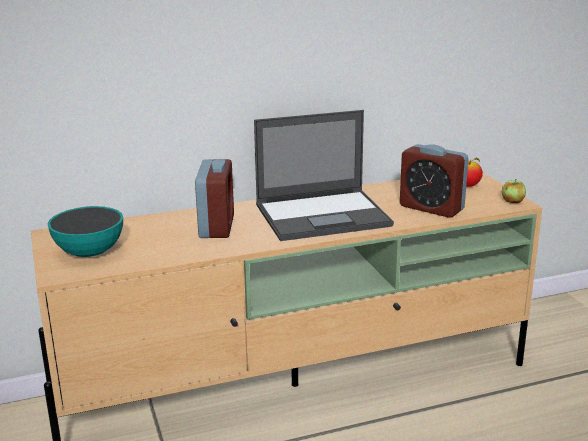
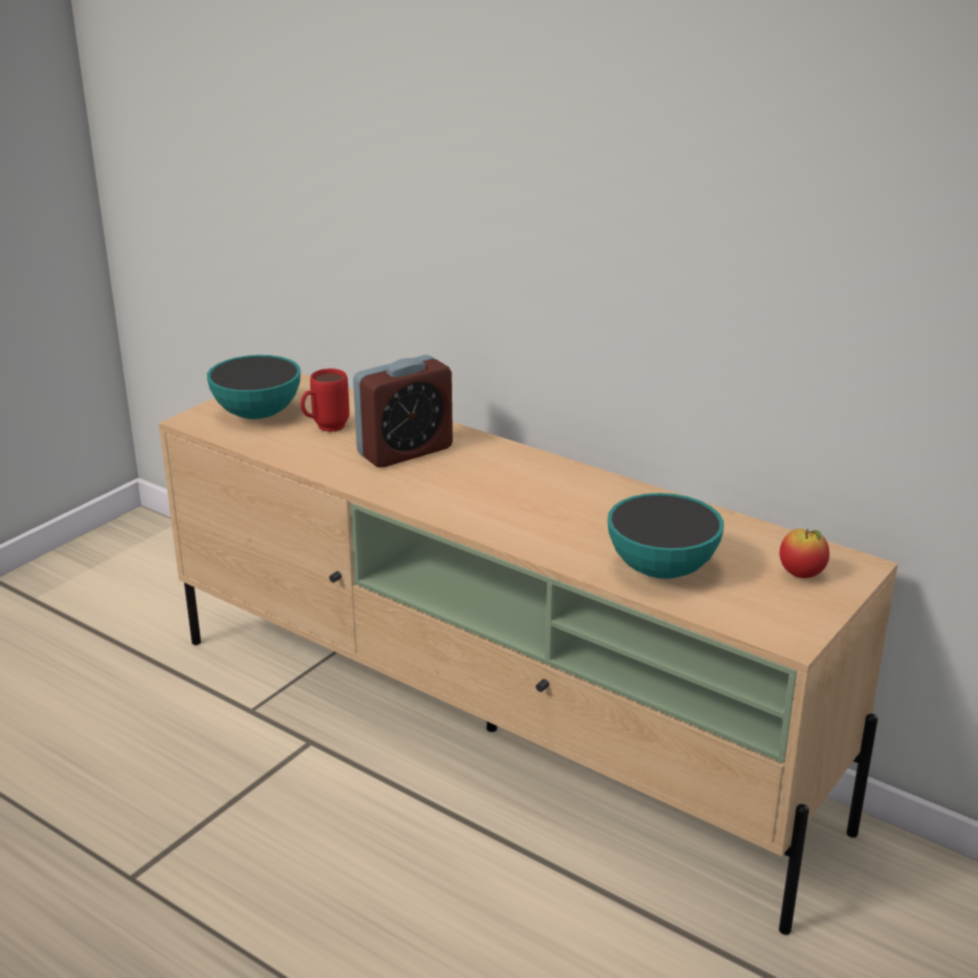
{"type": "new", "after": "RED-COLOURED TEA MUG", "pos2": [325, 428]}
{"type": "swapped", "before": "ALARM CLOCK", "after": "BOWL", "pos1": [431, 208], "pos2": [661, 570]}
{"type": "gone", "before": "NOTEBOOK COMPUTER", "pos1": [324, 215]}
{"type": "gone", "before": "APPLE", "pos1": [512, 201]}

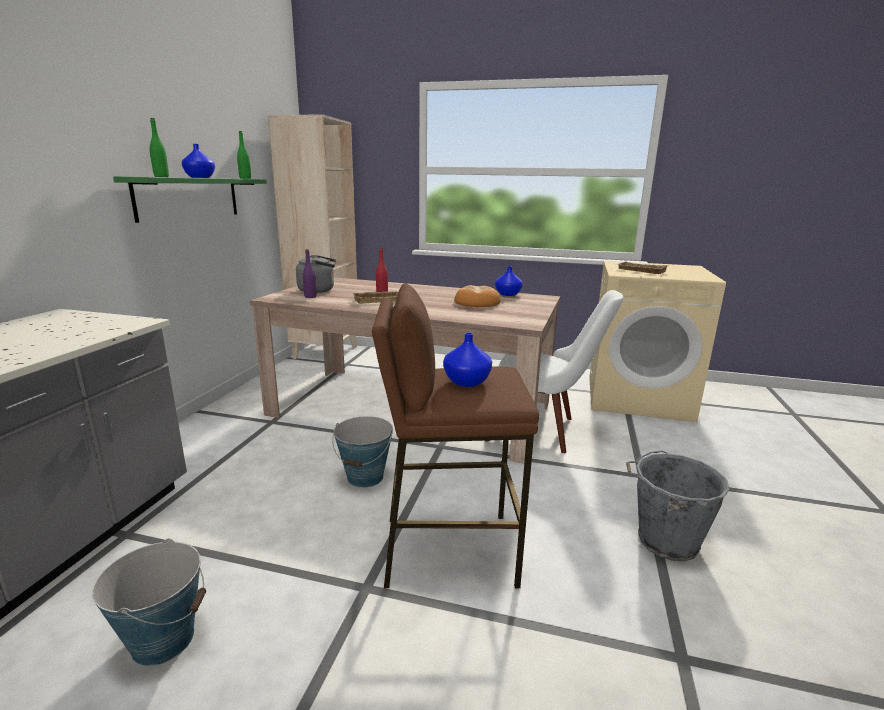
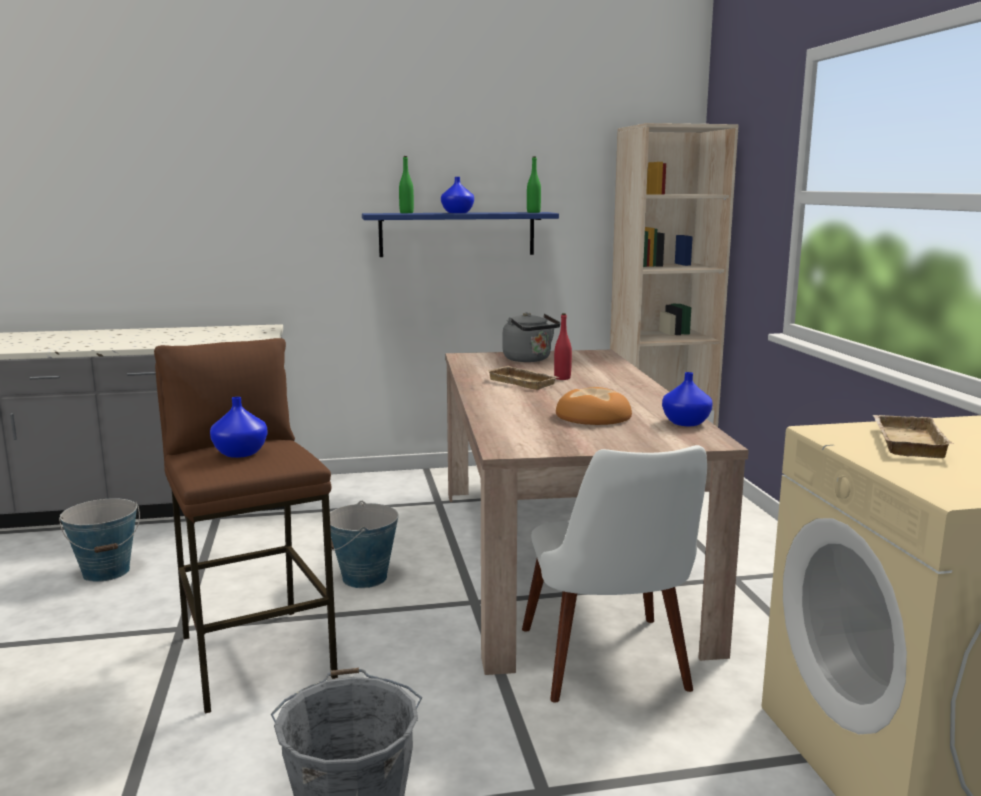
{"type": "repainted", "before": "GREENISH WALL SHELF", "after": "BLUE-COLOURED WALL SHELF", "pos1": [189, 198], "pos2": [457, 234]}
{"type": "gone", "before": "PURPLISH DRINK BOTTLE", "pos1": [310, 297]}

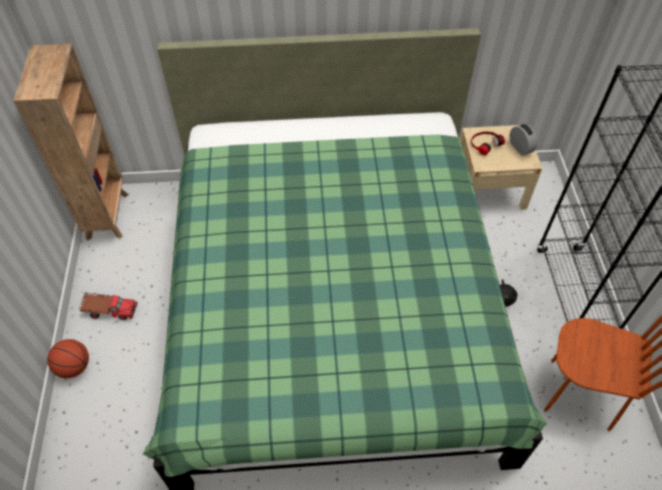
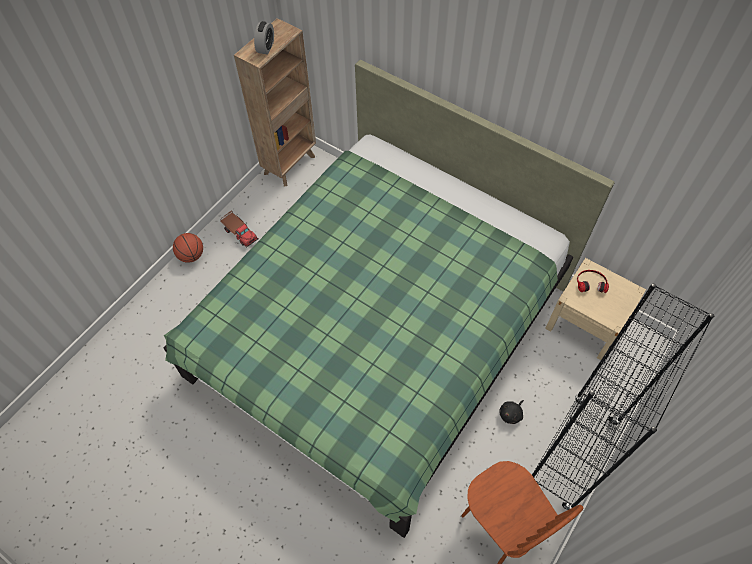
{"type": "shifted", "before": "ALARM CLOCK", "pos1": [520, 148], "pos2": [266, 47]}

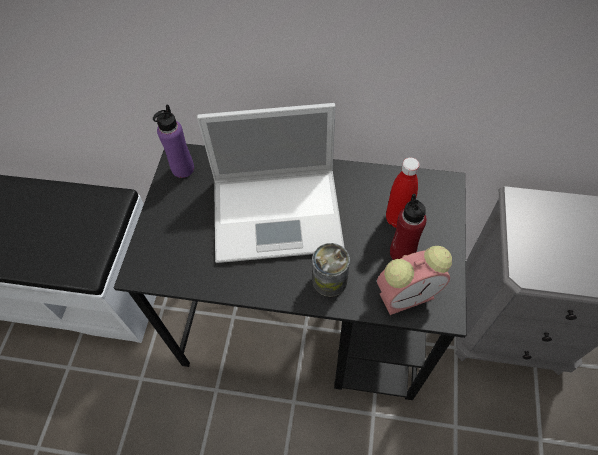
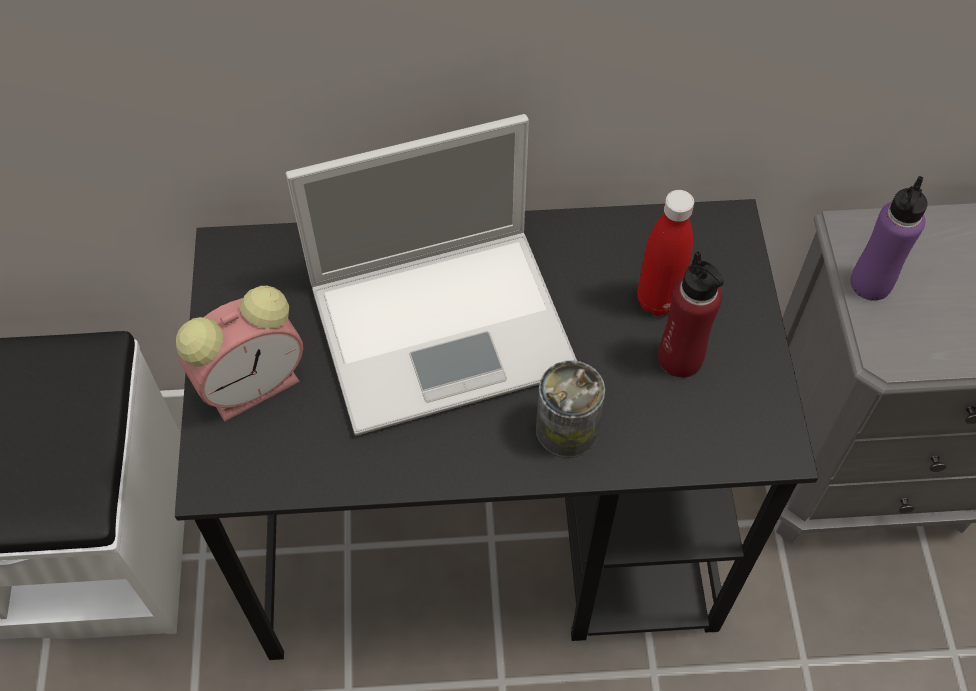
{"type": "shifted", "before": "ALARM CLOCK", "pos1": [408, 294], "pos2": [255, 382]}
{"type": "shifted", "before": "PURPLISH DRINK BOTTLE", "pos1": [183, 169], "pos2": [870, 283]}

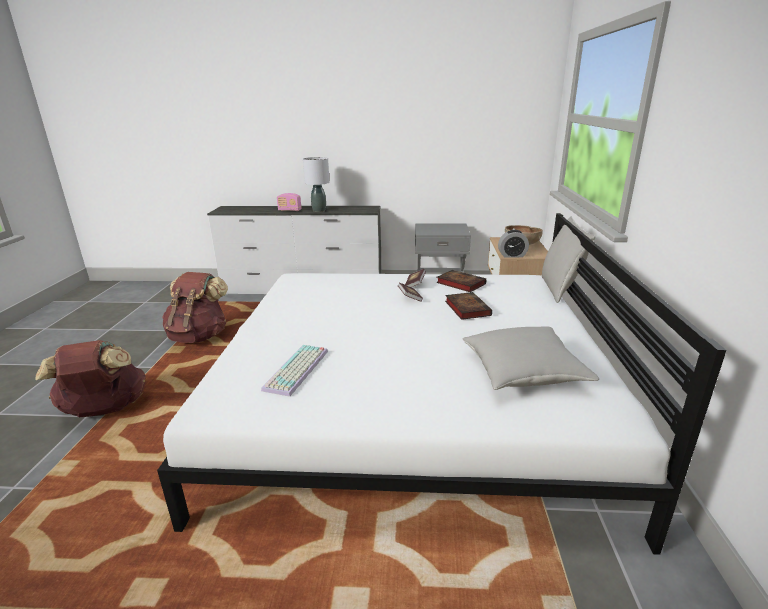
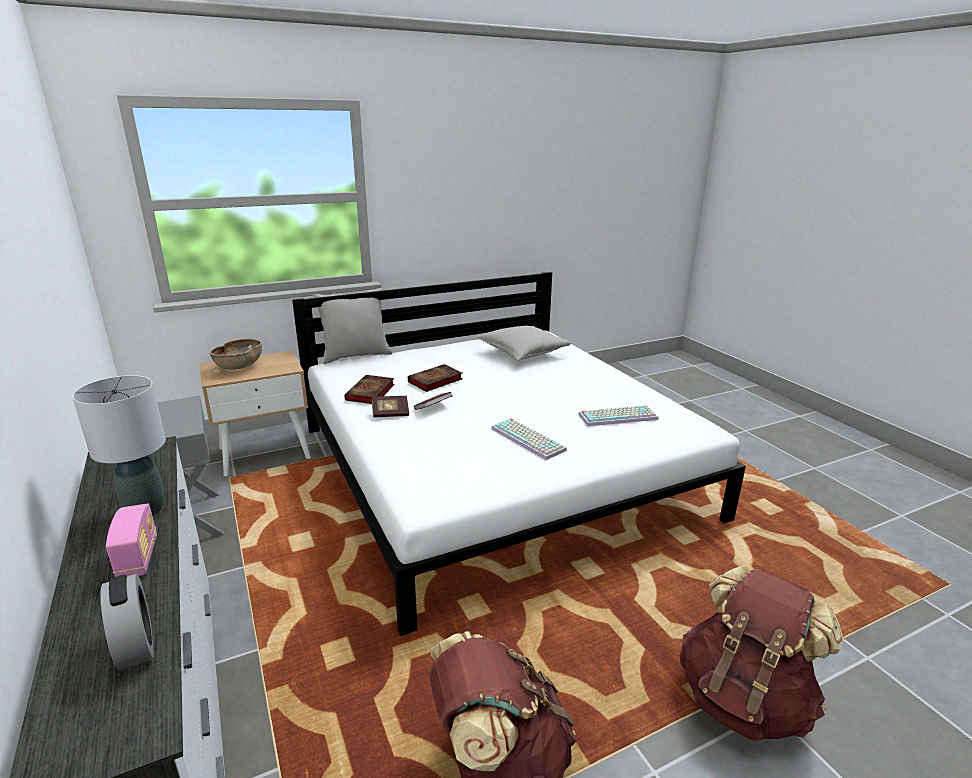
{"type": "shifted", "before": "ALARM CLOCK", "pos1": [512, 255], "pos2": [136, 645]}
{"type": "new", "after": "COMPUTER KEYBOARD", "pos2": [529, 439]}

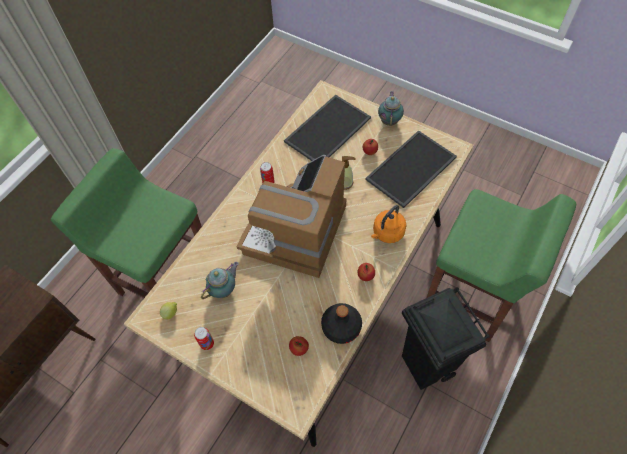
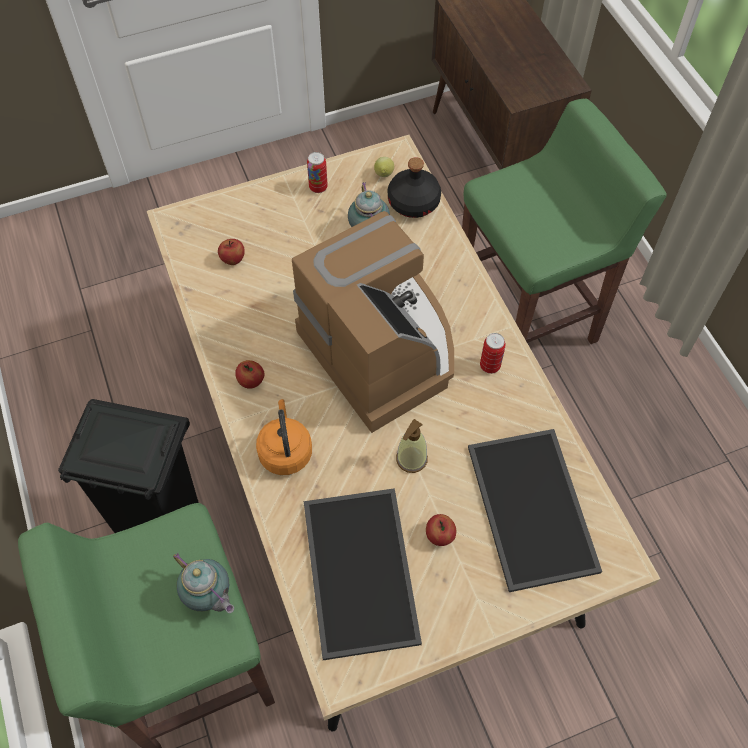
{"type": "shifted", "before": "TEAPOT", "pos1": [389, 120], "pos2": [209, 596]}
{"type": "shifted", "before": "BLACKISH DRINK BOTTLE", "pos1": [341, 326], "pos2": [414, 202]}

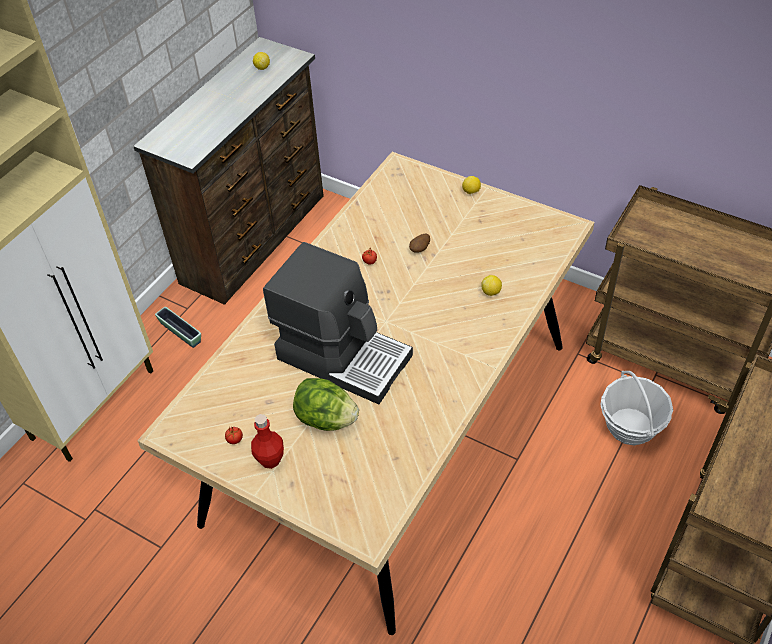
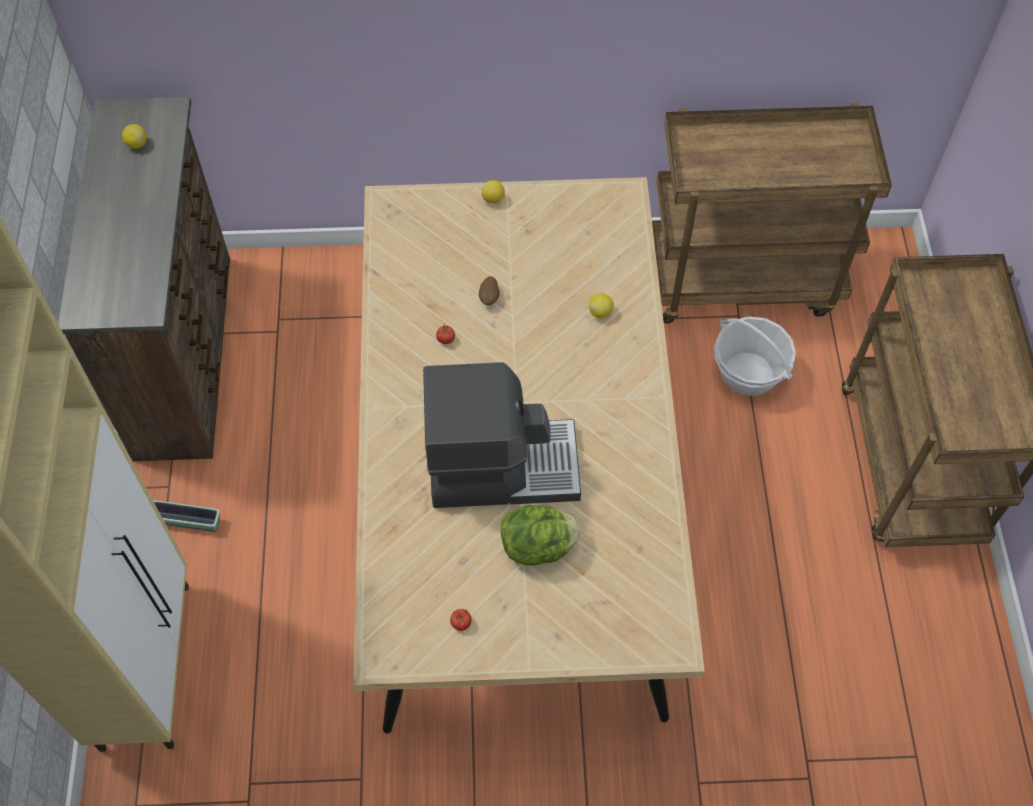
{"type": "gone", "before": "RED-COLOURED DRINK BOTTLE", "pos1": [270, 460]}

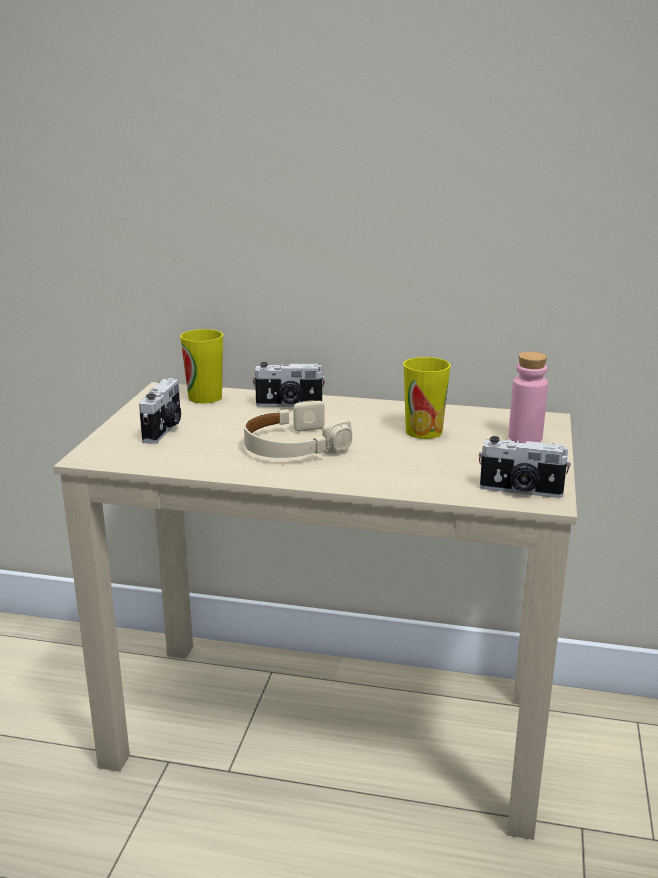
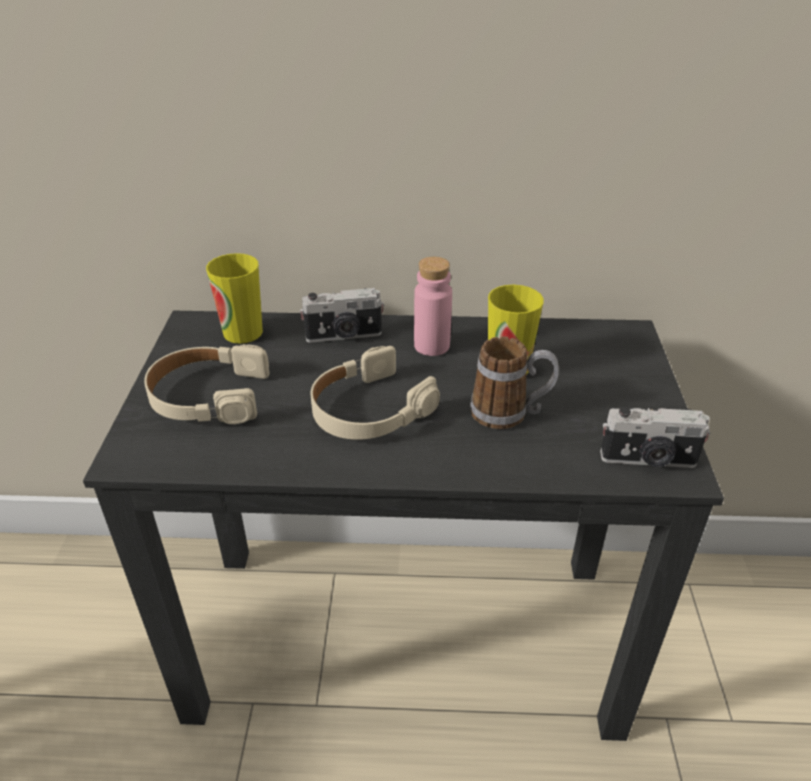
{"type": "repainted", "before": "BEIGE DESK", "after": "BLACKISH DESK", "pos1": [330, 728], "pos2": [407, 635]}
{"type": "swapped", "before": "STILL CAMERA", "after": "BEIGE PAIR OF HEADPHONES", "pos1": [164, 430], "pos2": [208, 396]}
{"type": "shifted", "before": "PINK DRINK BOTTLE", "pos1": [525, 438], "pos2": [431, 346]}
{"type": "new", "after": "TEA MUG", "pos2": [510, 413]}

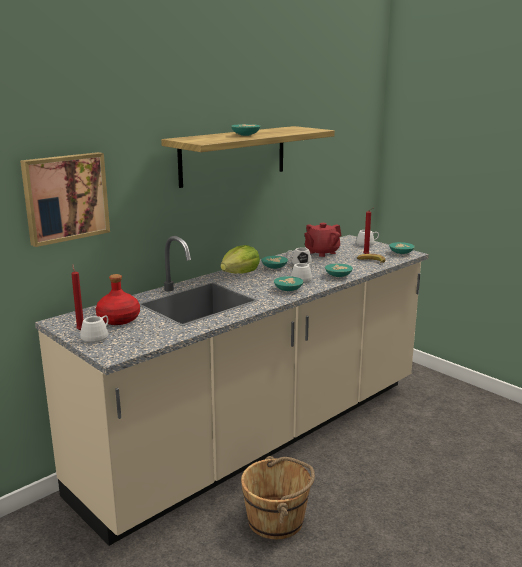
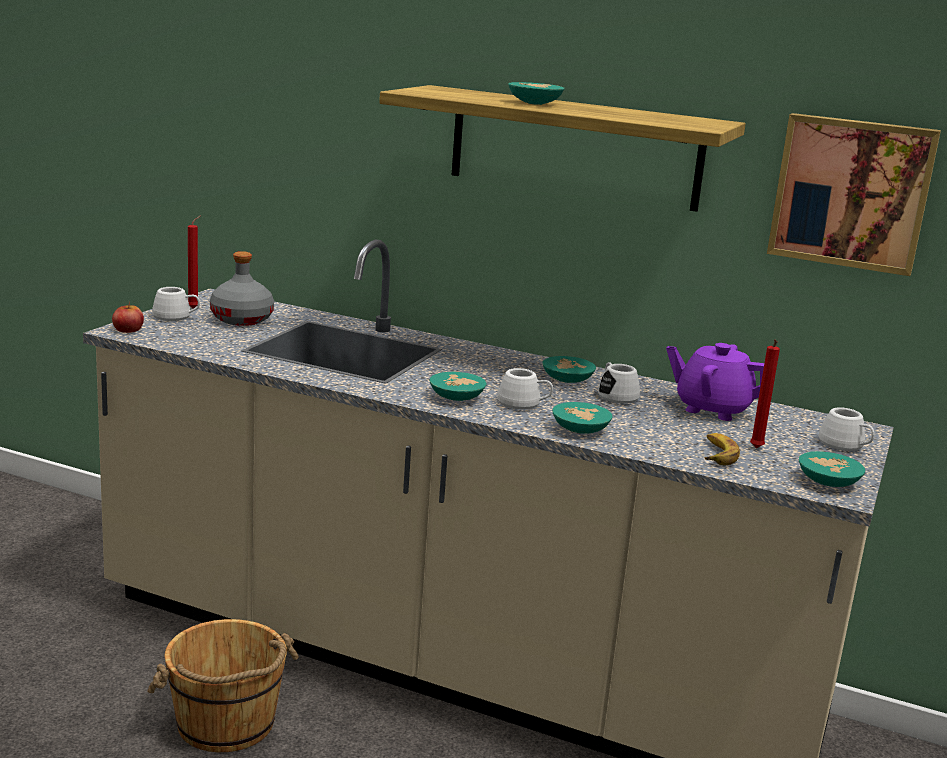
{"type": "new", "after": "APPLE", "pos2": [128, 329]}
{"type": "repainted", "before": "RED-COLOURED DRINK BOTTLE", "after": "GREYISH DRINK BOTTLE", "pos1": [118, 319], "pos2": [242, 319]}
{"type": "repainted", "before": "RED-COLOURED TEAPOT", "after": "PURPLISH TEAPOT", "pos1": [321, 252], "pos2": [712, 409]}
{"type": "shifted", "before": "PICTURE", "pos1": [65, 197], "pos2": [851, 192]}
{"type": "gone", "before": "HEAD OF LETTUCE", "pos1": [240, 273]}

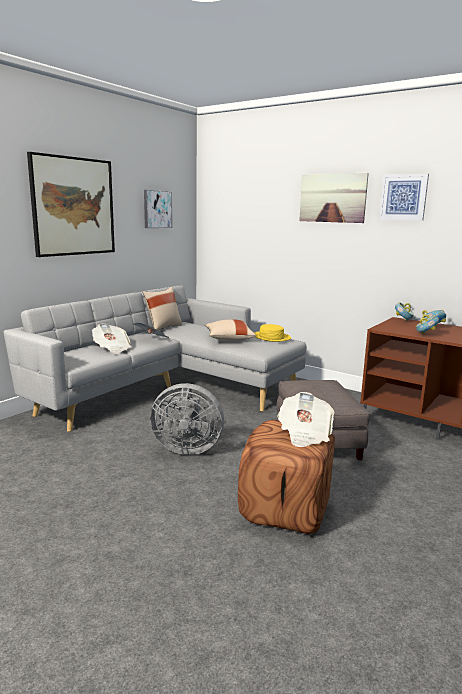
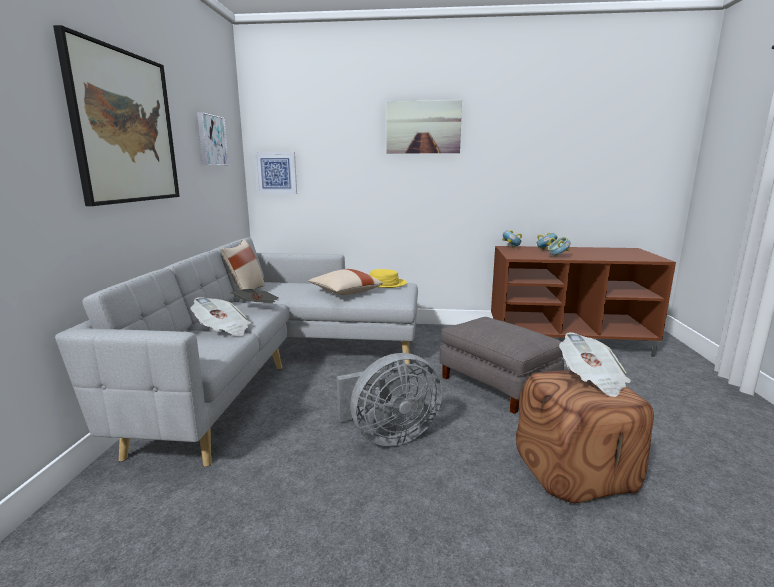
{"type": "shifted", "before": "PICTURE", "pos1": [403, 197], "pos2": [276, 173]}

